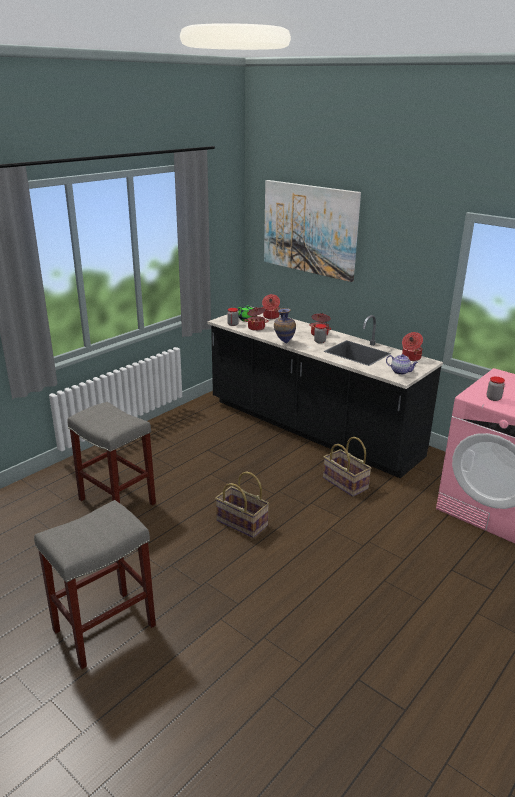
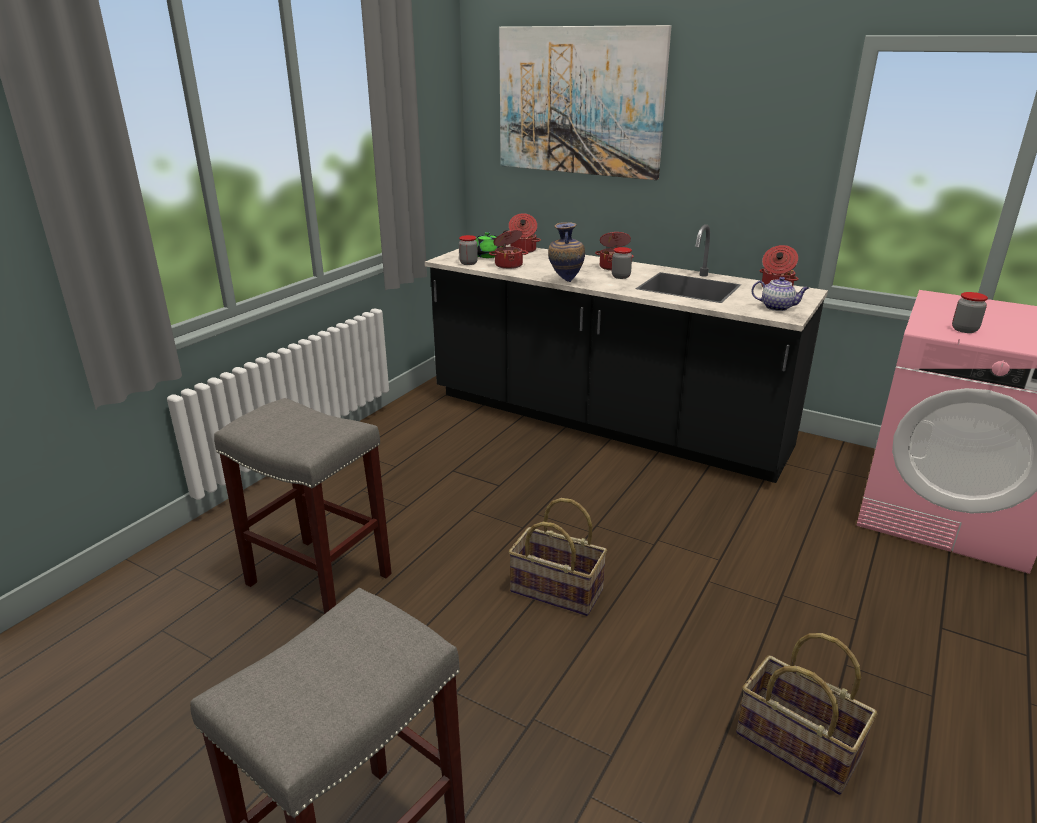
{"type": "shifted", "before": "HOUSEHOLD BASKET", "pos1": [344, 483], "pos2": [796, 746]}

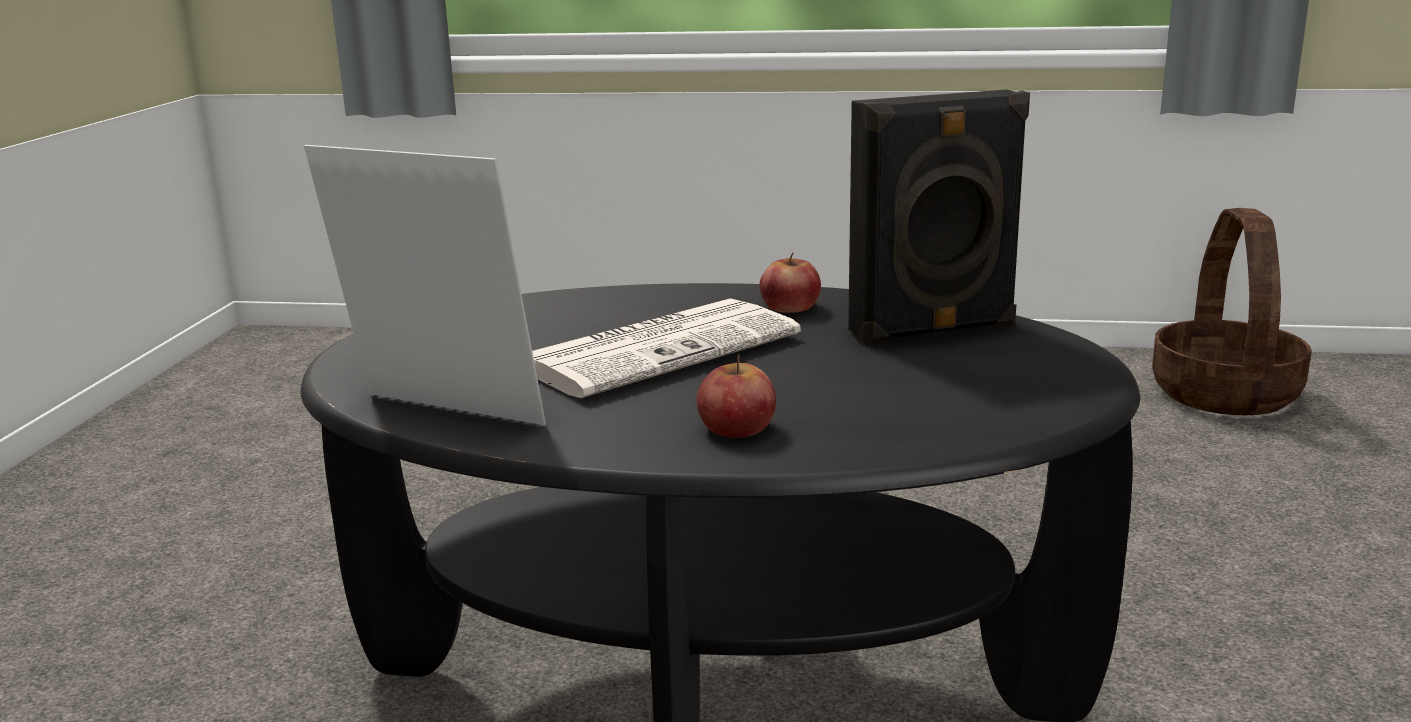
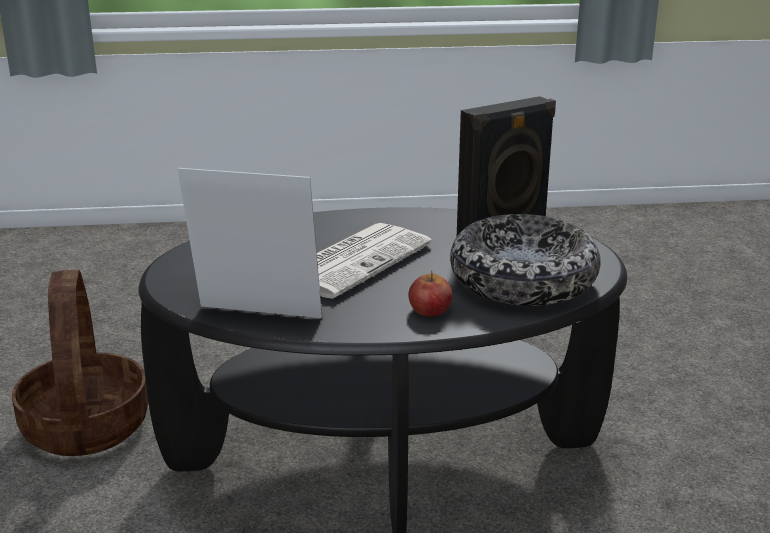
{"type": "shifted", "before": "HOUSEHOLD BASKET", "pos1": [1223, 393], "pos2": [85, 425]}
{"type": "new", "after": "BOWL", "pos2": [523, 281]}
{"type": "gone", "before": "APPLE", "pos1": [790, 307]}

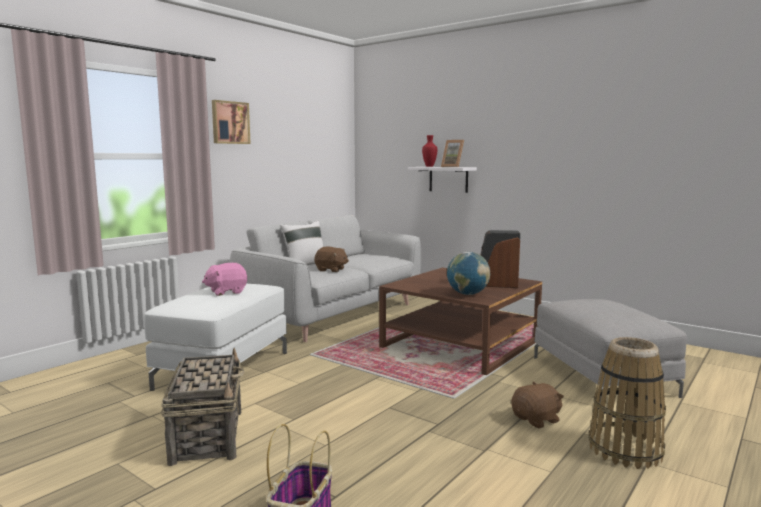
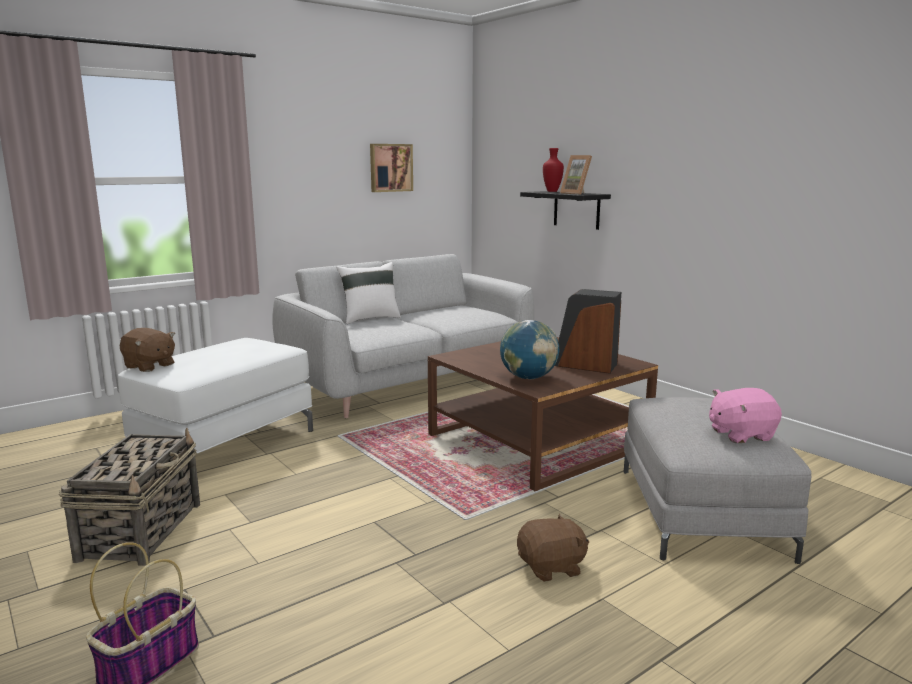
{"type": "shifted", "before": "BROWNISH PLUSH TOY", "pos1": [331, 270], "pos2": [149, 366]}
{"type": "shifted", "before": "PICTURE", "pos1": [230, 122], "pos2": [390, 167]}
{"type": "repainted", "before": "WHITISH WALL SHELF", "after": "BLACKISH WALL SHELF", "pos1": [448, 179], "pos2": [576, 210]}
{"type": "shifted", "before": "PINK PLUSH TOY", "pos1": [226, 292], "pos2": [740, 434]}
{"type": "gone", "before": "HOUSEHOLD BASKET", "pos1": [625, 450]}

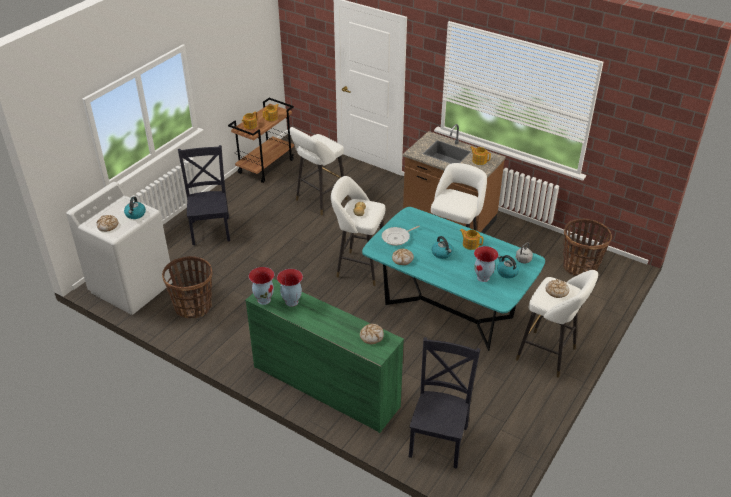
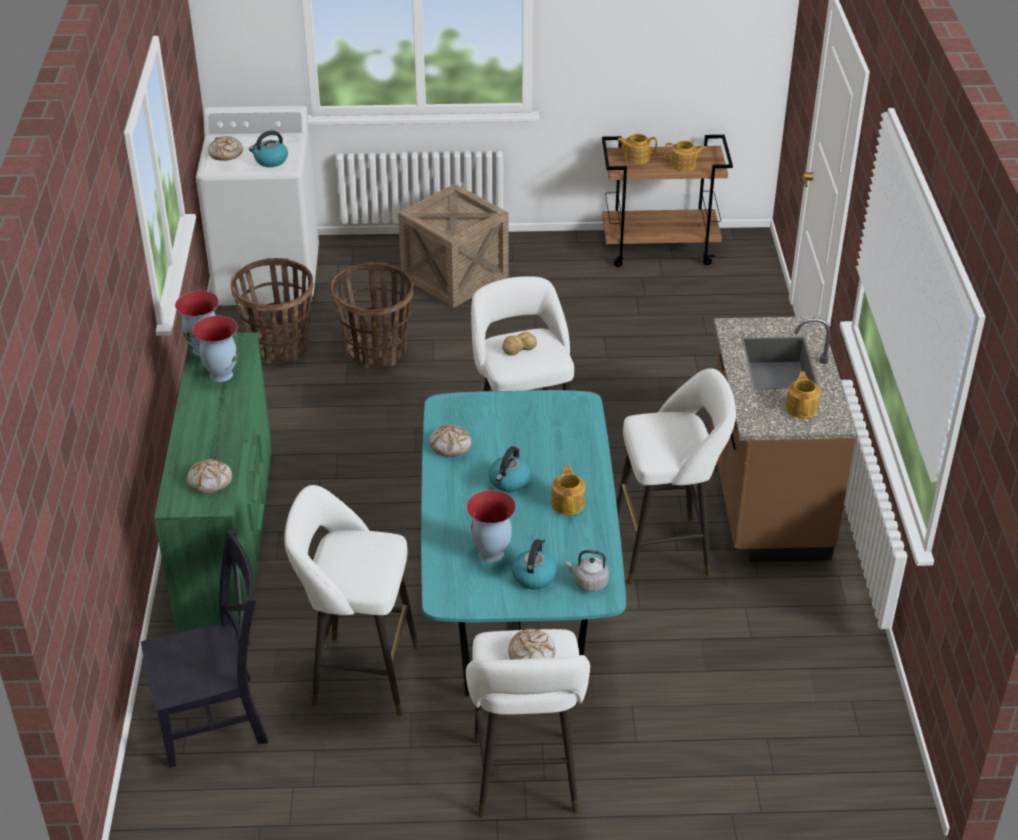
{"type": "shifted", "before": "WHITISH STOOL SEAT", "pos1": [319, 201], "pos2": [358, 674]}
{"type": "shifted", "before": "HOUSEHOLD BASKET", "pos1": [580, 267], "pos2": [376, 351]}
{"type": "swapped", "before": "BLACKISH PLAIN CHAIR", "after": "PACKING CRATE", "pos1": [211, 229], "pos2": [454, 276]}
{"type": "gone", "before": "SKILLET", "pos1": [397, 238]}

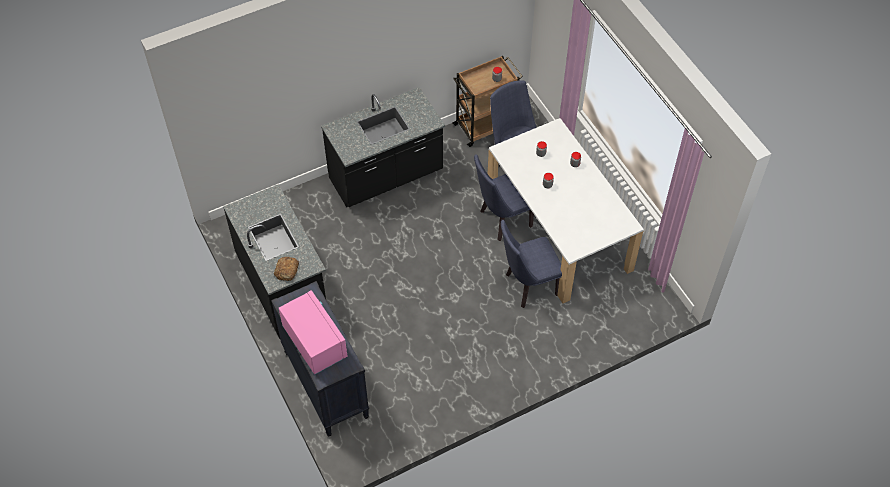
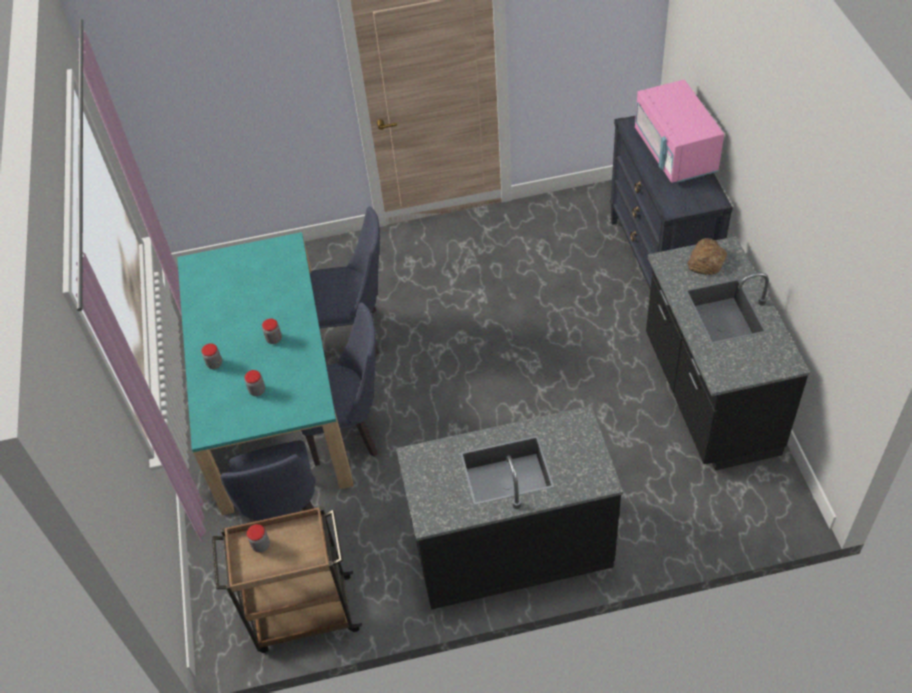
{"type": "repainted", "before": "WHITISH DINING TABLE", "after": "TURQUOISE-COLOURED DINING TABLE", "pos1": [558, 230], "pos2": [275, 402]}

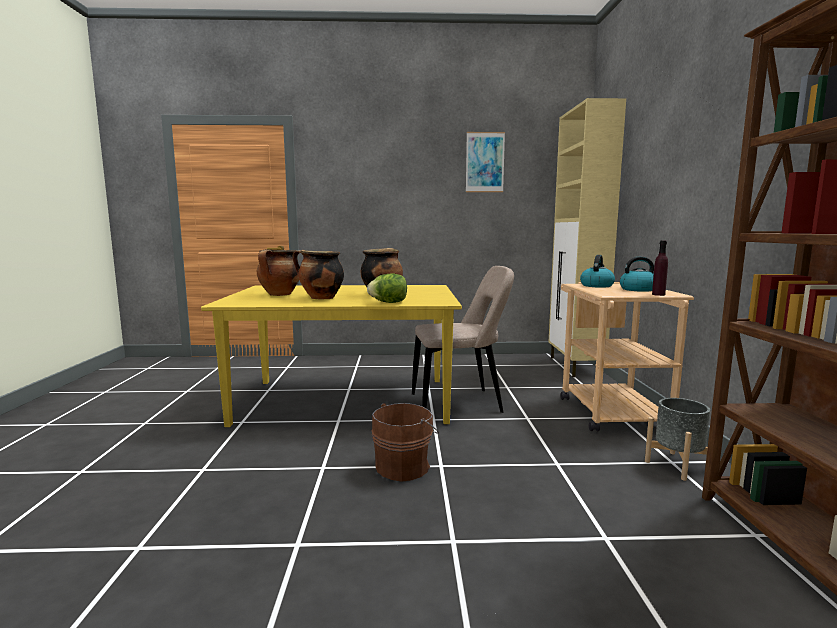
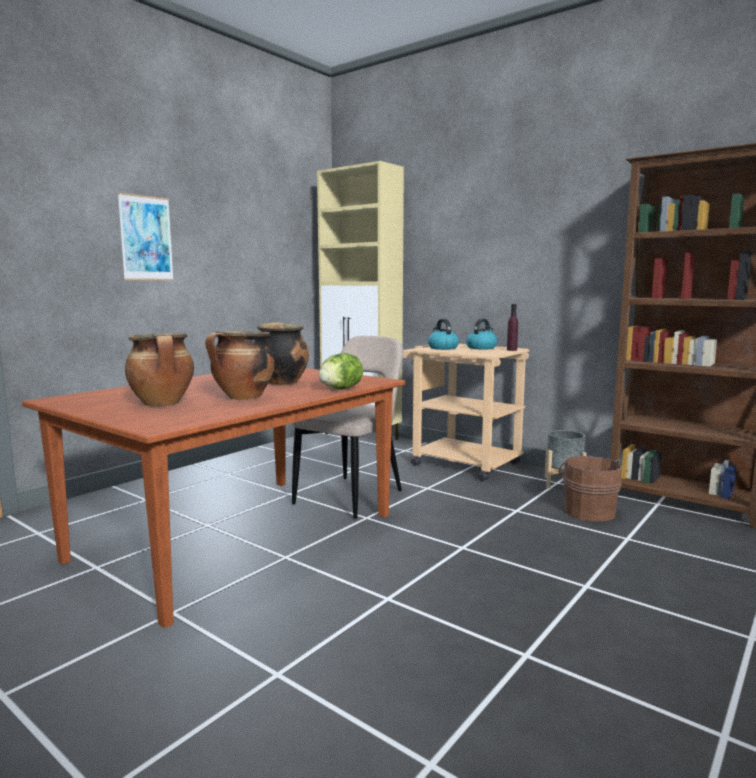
{"type": "repainted", "before": "YELLOWISH DINING TABLE", "after": "BROWNISH DINING TABLE", "pos1": [346, 400], "pos2": [238, 536]}
{"type": "shifted", "before": "PICTURE", "pos1": [485, 162], "pos2": [146, 238]}
{"type": "shifted", "before": "BROWNISH BUCKET", "pos1": [405, 466], "pos2": [588, 511]}

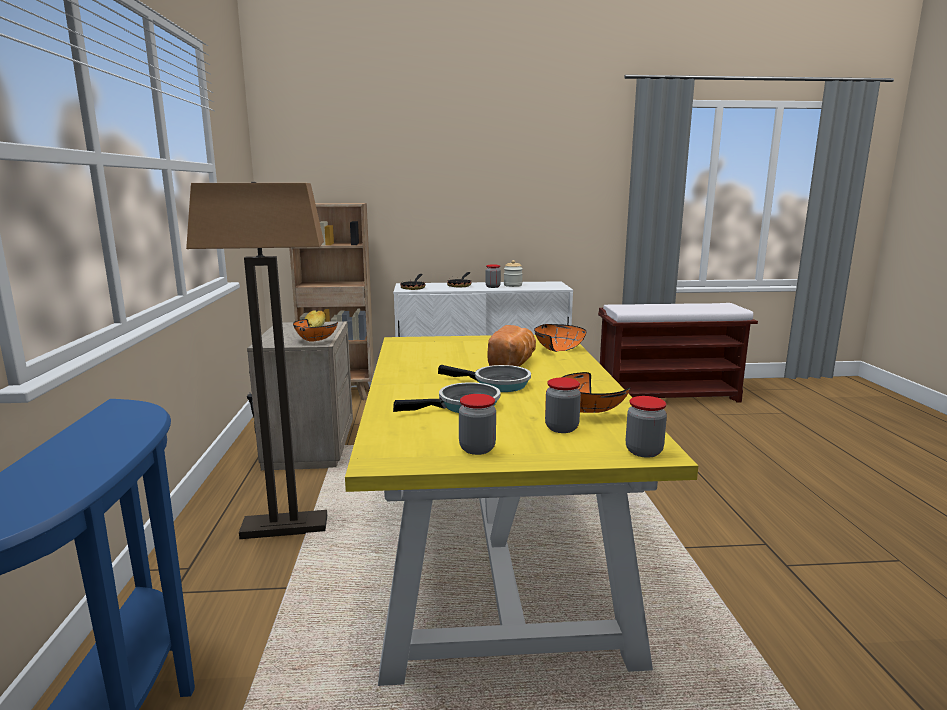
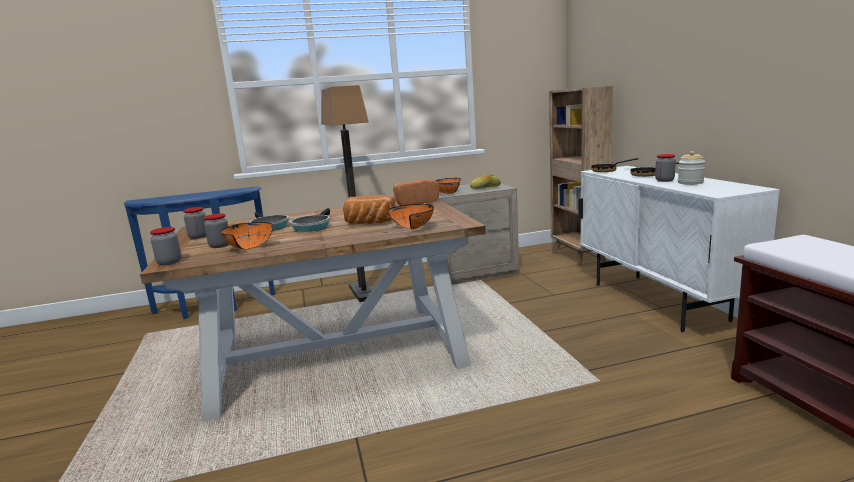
{"type": "repainted", "before": "YELLOWISH DINING TABLE", "after": "BROWNISH DINING TABLE", "pos1": [495, 557], "pos2": [335, 354]}
{"type": "new", "after": "BAKERY BREAD", "pos2": [415, 203]}

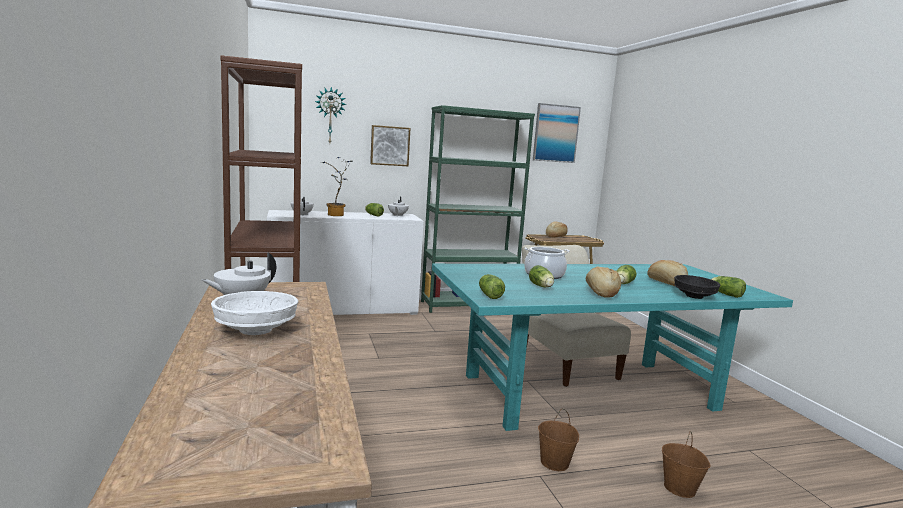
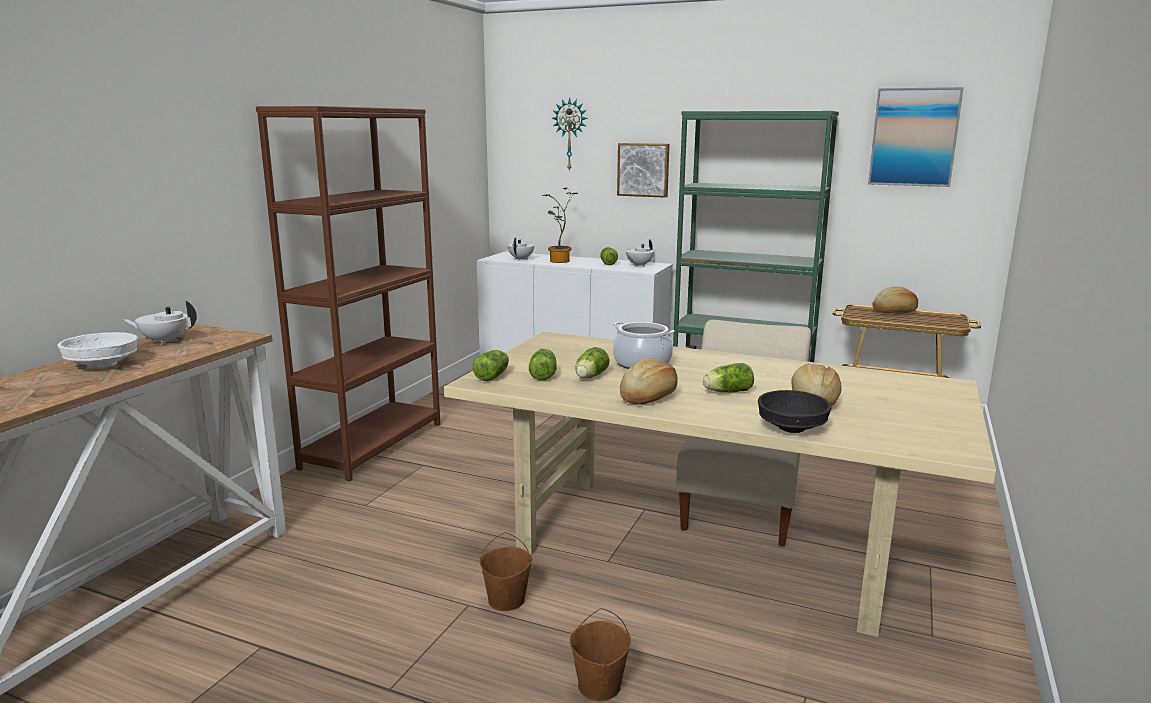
{"type": "repainted", "before": "TURQUOISE-COLOURED DINING TABLE", "after": "BEIGE DINING TABLE", "pos1": [590, 392], "pos2": [706, 546]}
{"type": "shifted", "before": "HEAD OF LETTUCE", "pos1": [725, 294], "pos2": [543, 374]}

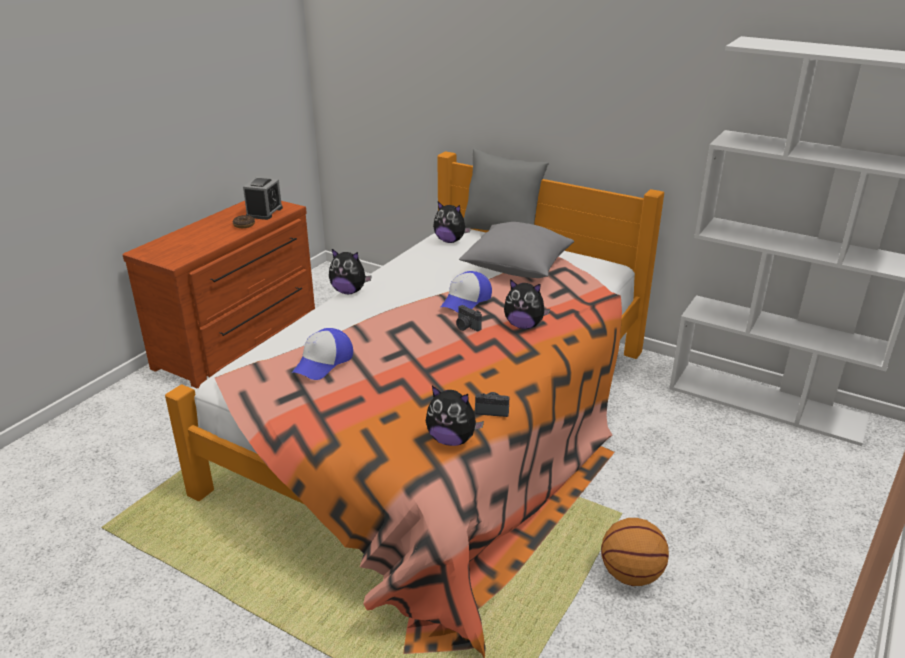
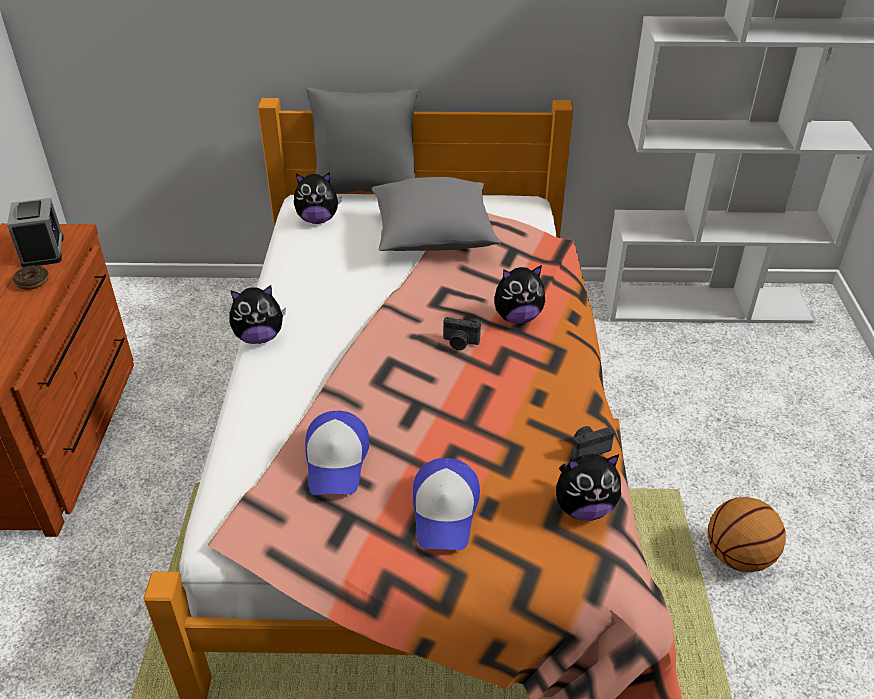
{"type": "shifted", "before": "BASEBALL CAP", "pos1": [466, 301], "pos2": [445, 512]}

